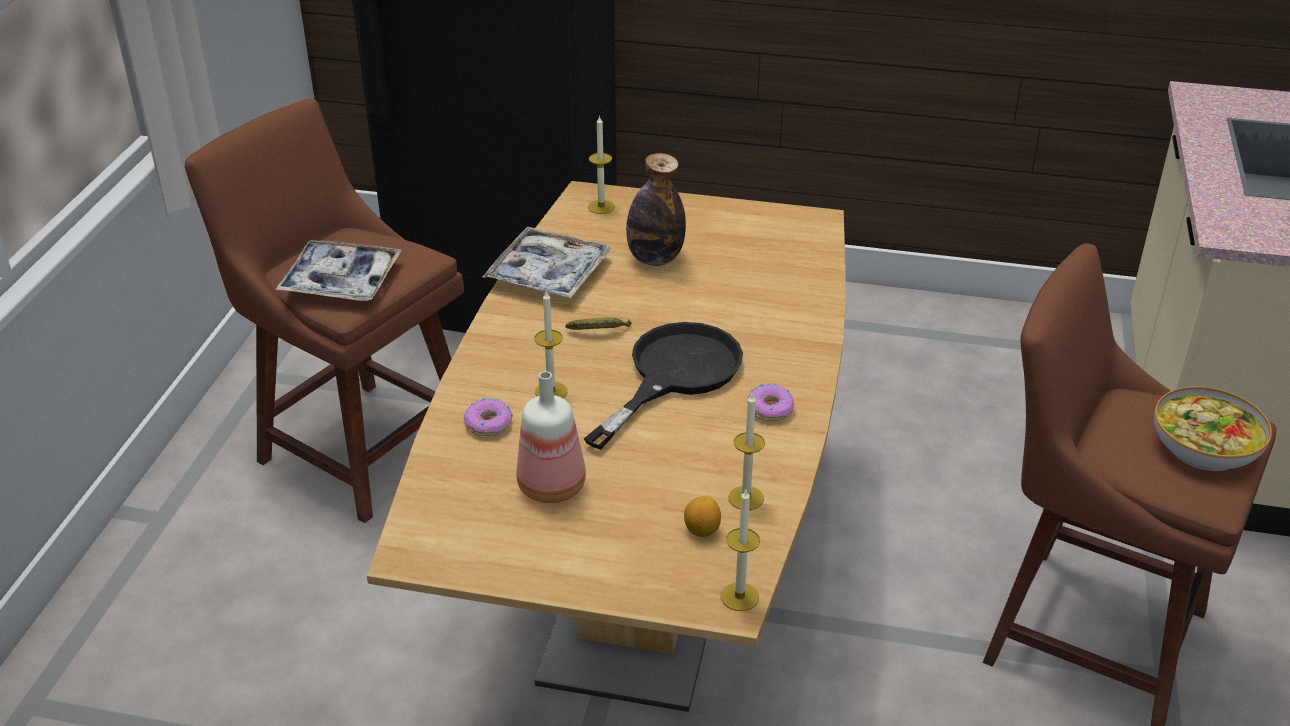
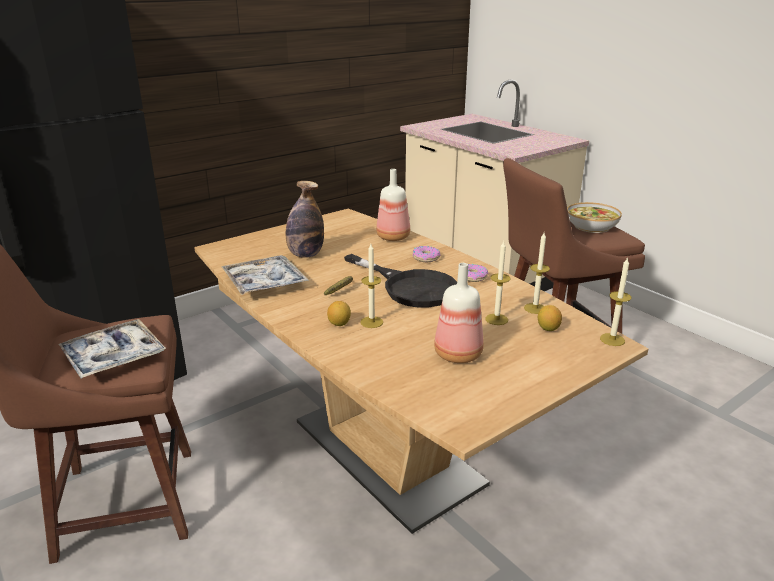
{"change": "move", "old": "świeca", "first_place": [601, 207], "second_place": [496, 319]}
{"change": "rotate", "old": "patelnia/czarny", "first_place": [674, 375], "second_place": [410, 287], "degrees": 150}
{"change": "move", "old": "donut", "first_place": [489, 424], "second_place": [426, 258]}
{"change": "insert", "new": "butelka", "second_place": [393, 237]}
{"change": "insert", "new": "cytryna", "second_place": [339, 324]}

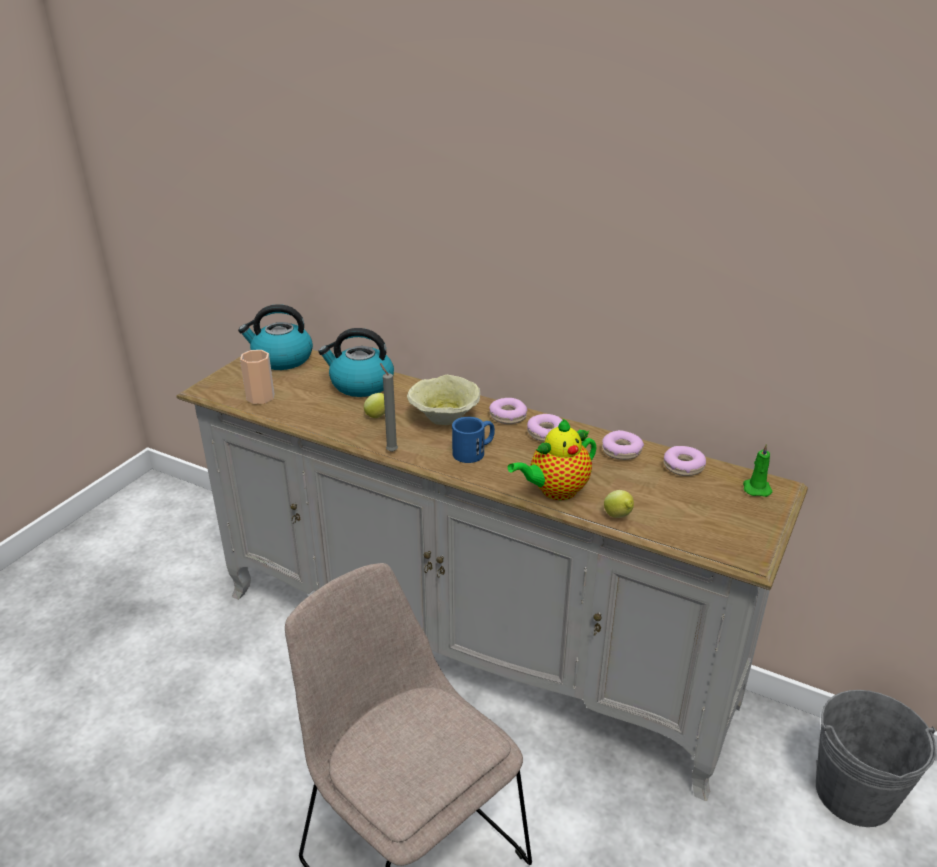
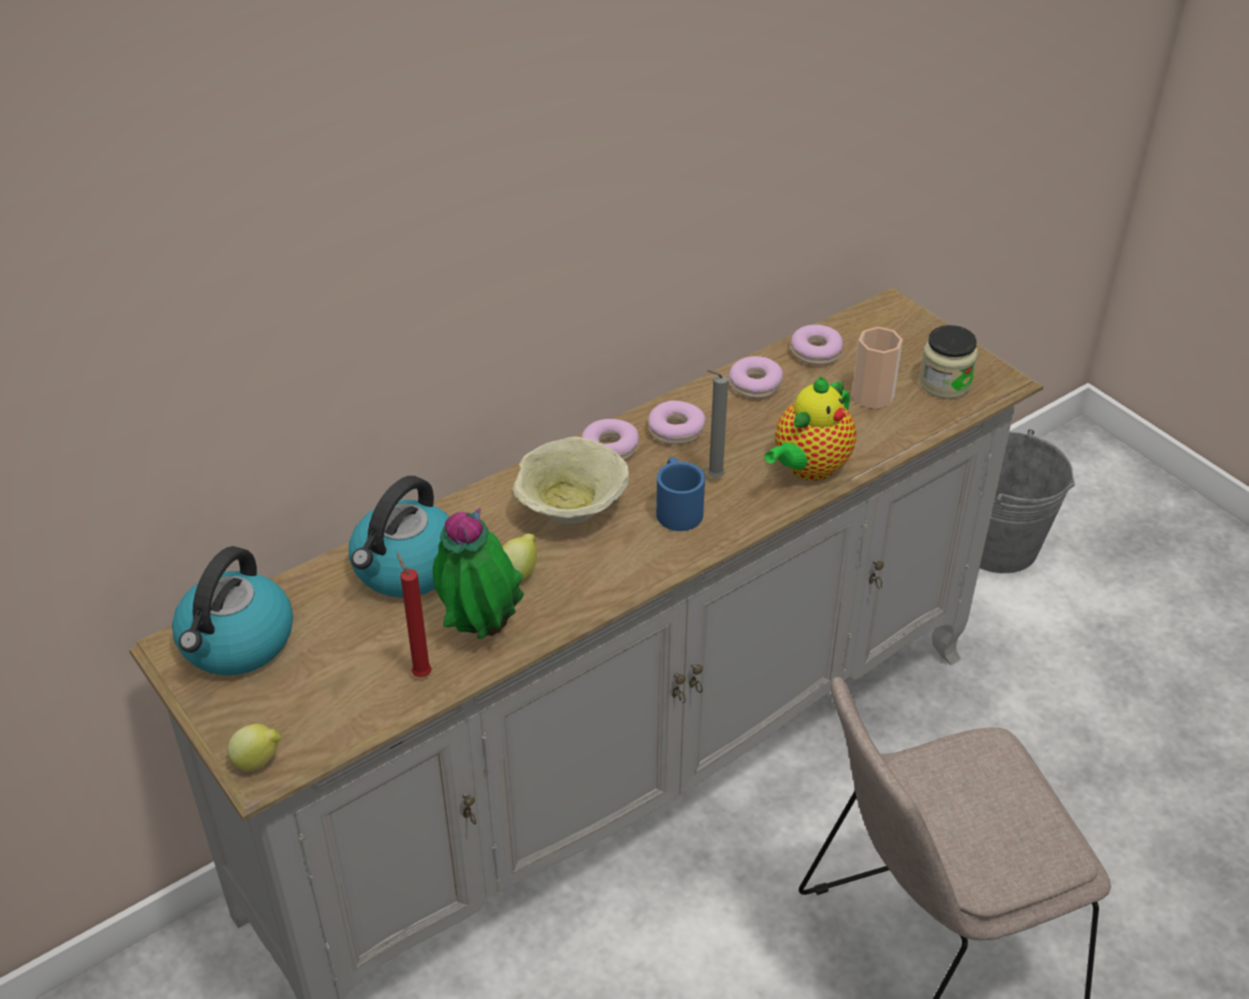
{"change": "move", "old": "filiżanka", "first_place": [260, 397], "second_place": [872, 396]}
{"change": "move", "old": "świeca/szary", "first_place": [390, 451], "second_place": [712, 478]}
{"change": "rotate", "old": "imbryk", "first_place": [555, 491], "second_place": [808, 468], "degrees": 45}
{"change": "delete", "old": "świeca/zielony", "first_place": [756, 488]}
{"change": "move", "old": "cytryna", "first_place": [618, 516], "second_place": [259, 762]}
{"change": "insert", "new": "słoik", "second_place": [945, 383]}
{"change": "insert", "new": "roślina doniczkowa", "second_place": [479, 629]}
{"change": "insert", "new": "świeca/czerwony", "second_place": [420, 673]}

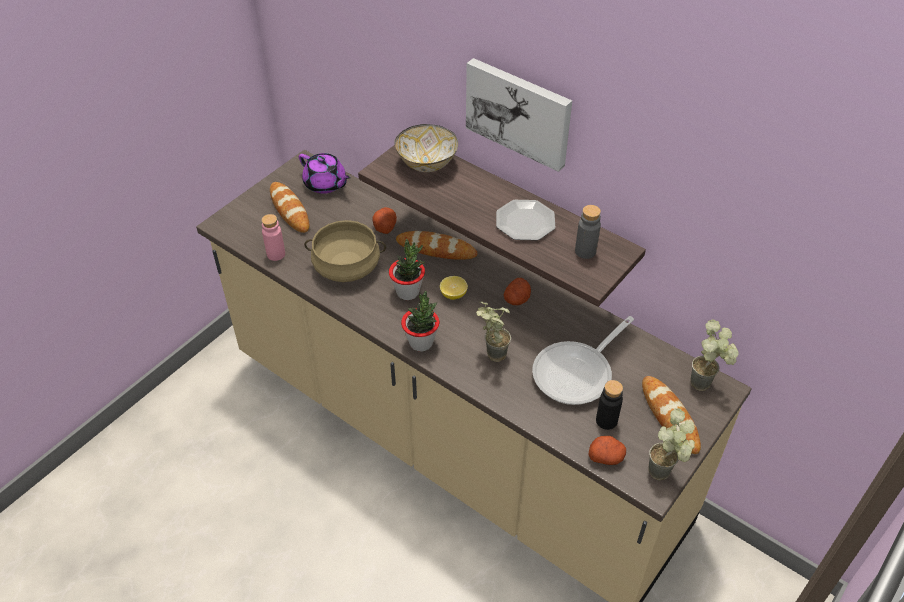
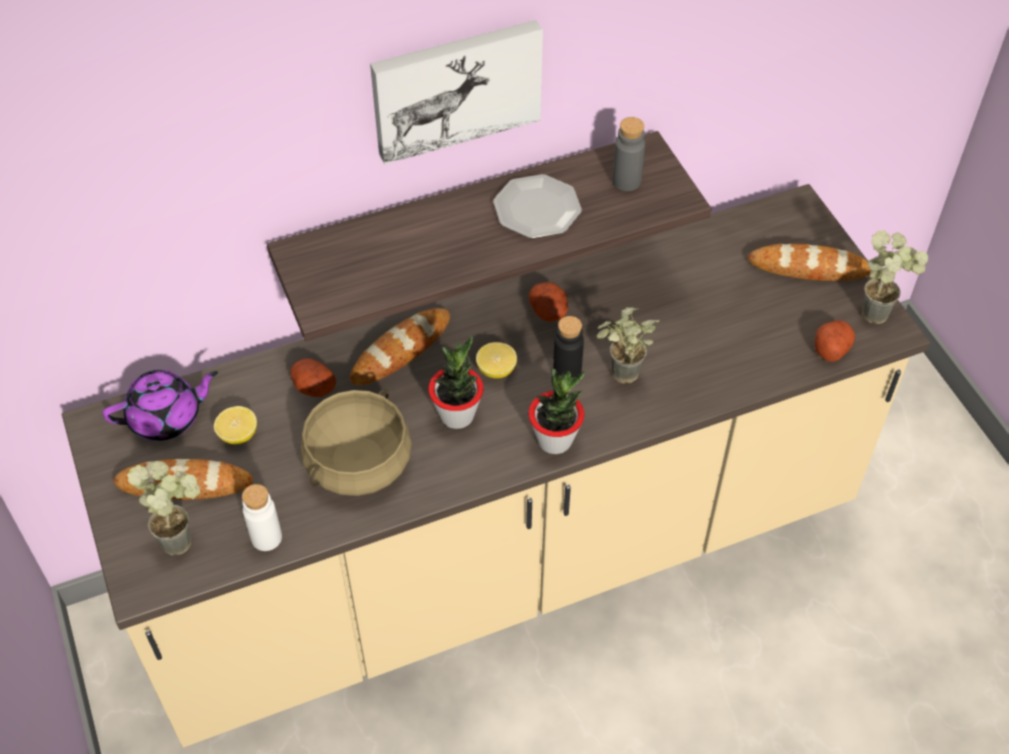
{"change": "delete", "old": "miska", "first_place": [426, 163]}
{"change": "recolor", "old": "butelka/różowy", "new": "butelka/biały", "first_place": [276, 254], "second_place": [266, 538]}
{"change": "delete", "old": "patelnia", "first_place": [577, 373]}
{"change": "move", "old": "roślina doniczkowa", "first_place": [706, 384], "second_place": [183, 536]}
{"change": "move", "old": "butelka/czarny", "first_place": [606, 420], "second_place": [567, 371]}
{"change": "insert", "new": "cytryna", "second_place": [238, 435]}

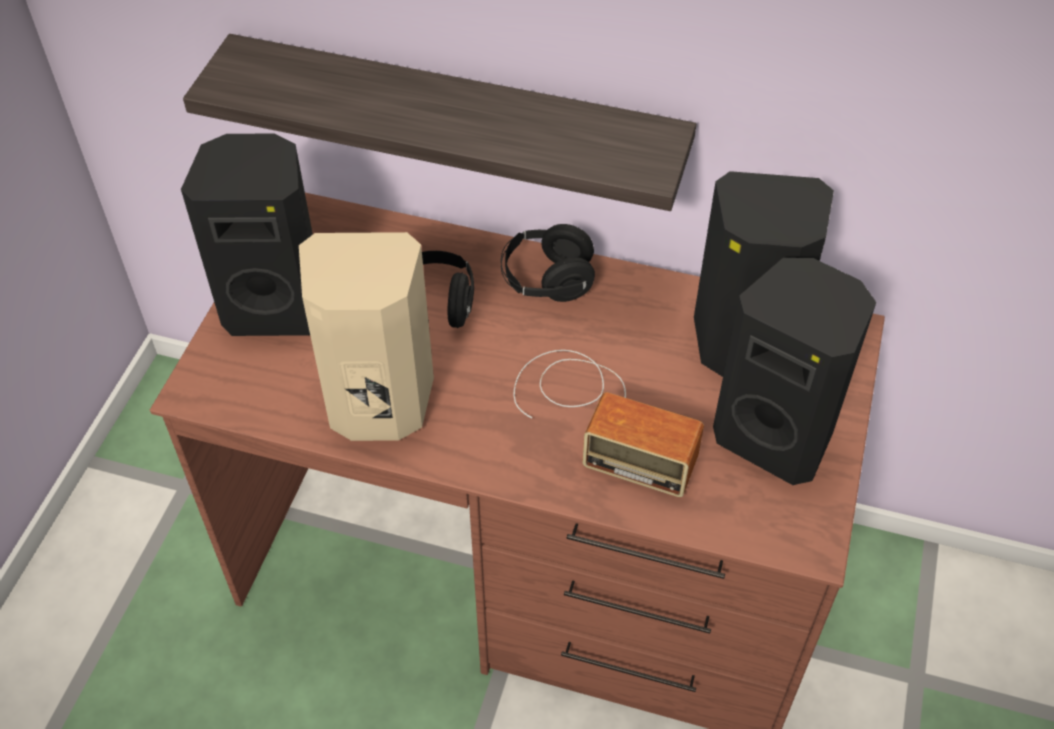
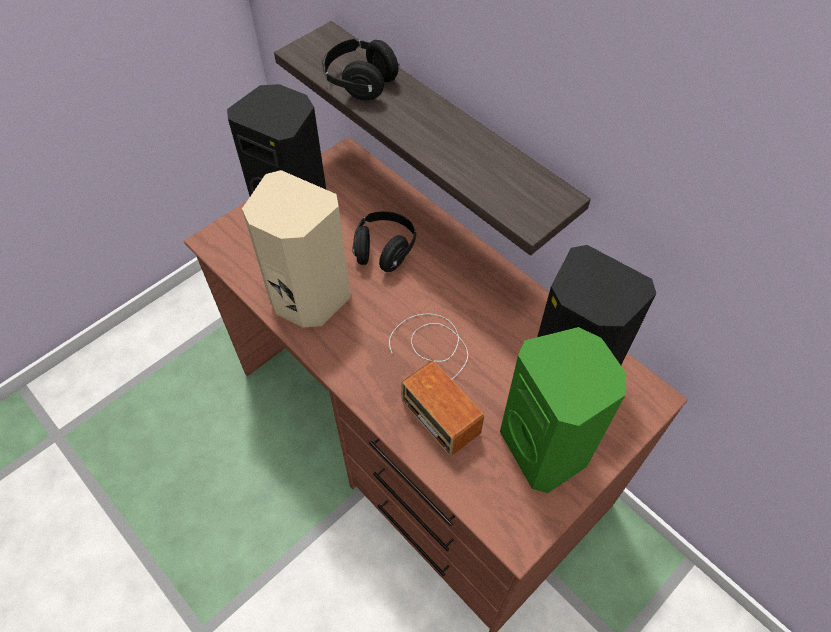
{"change": "move", "old": "słuchawki/czarny", "first_place": [547, 281], "second_place": [360, 83]}
{"change": "recolor", "old": "głośnik/czarny", "new": "głośnik/zielony", "first_place": [776, 435], "second_place": [546, 447]}

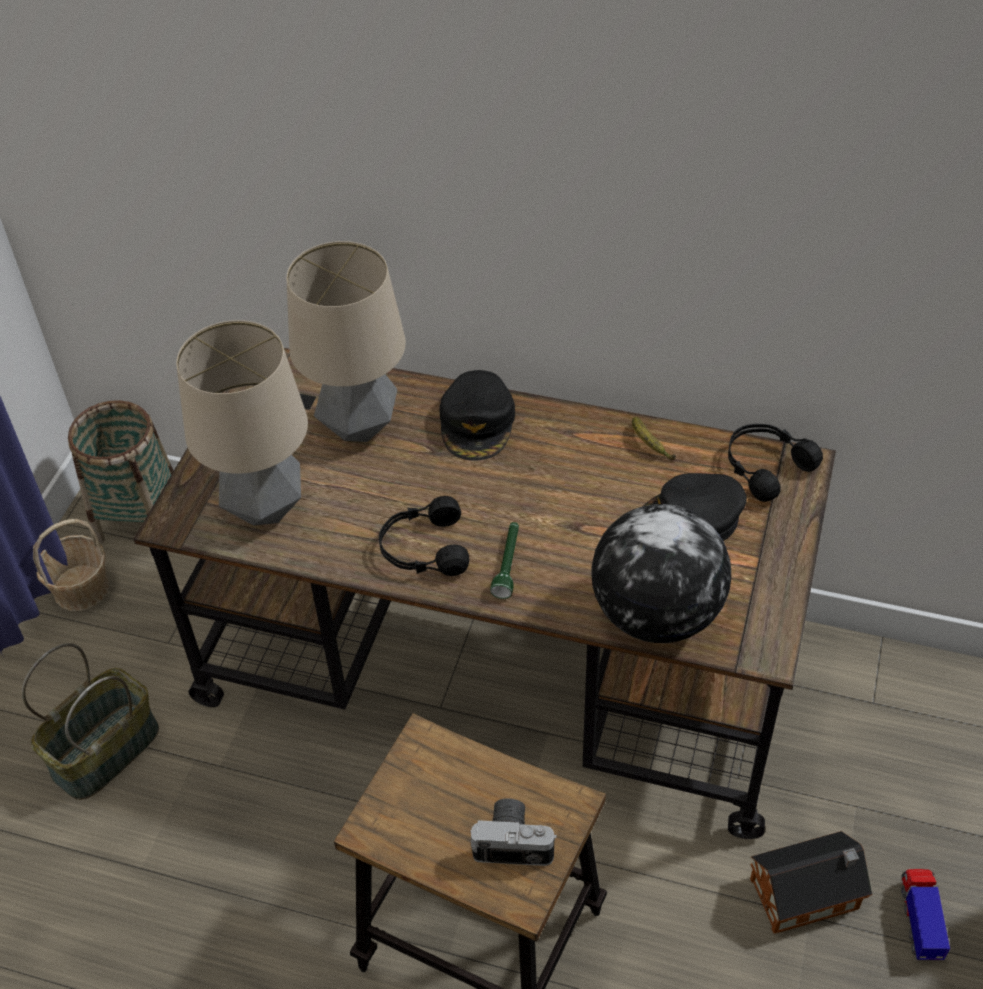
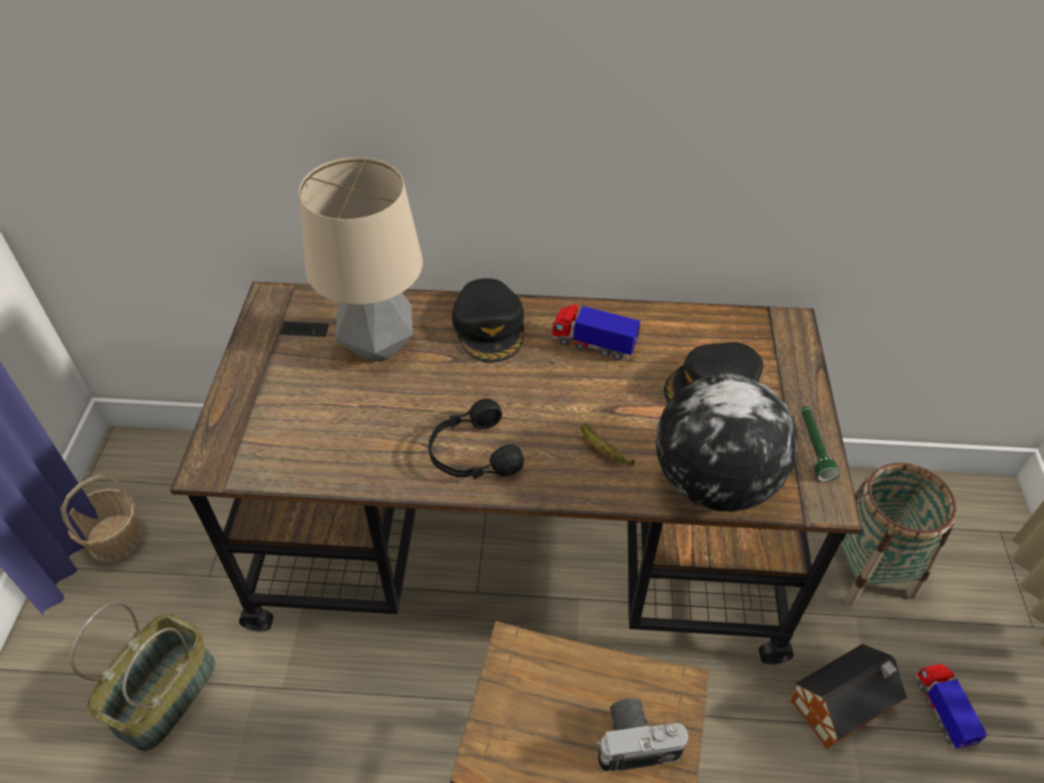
{"change": "delete", "old": "lampa stołowa", "first_place": [266, 508]}
{"change": "move", "old": "koszyk", "first_place": [139, 517], "second_place": [868, 569]}
{"change": "move", "old": "banan", "first_place": [649, 444], "second_place": [603, 451]}
{"change": "delete", "old": "słuchawki/czarny", "first_place": [765, 467]}
{"change": "move", "old": "latarka/zielony", "first_place": [508, 564], "second_place": [813, 447]}
{"change": "insert", "new": "ciężarówka zabawkowa", "second_place": [592, 345]}

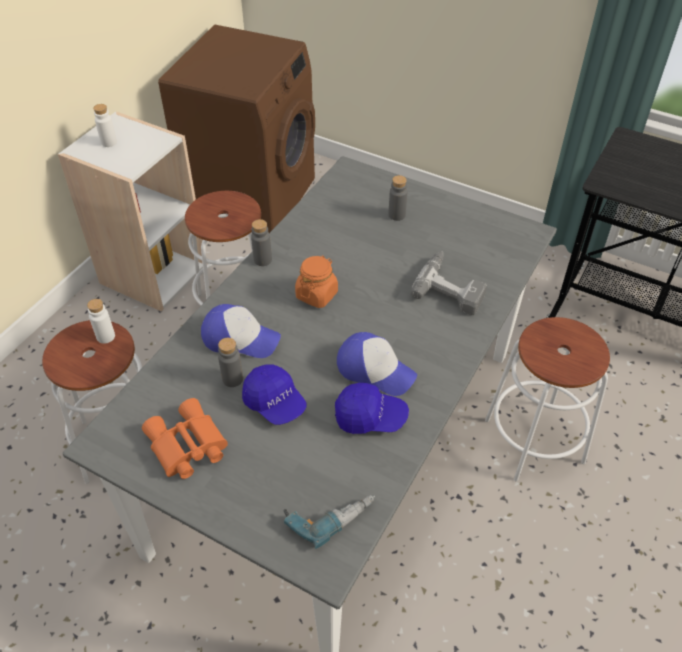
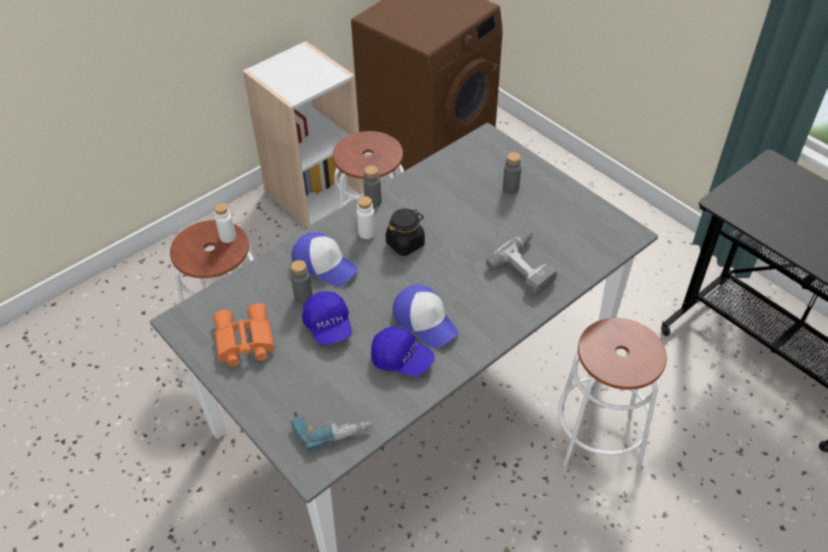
{"change": "move", "old": "butelka/biały", "first_place": [109, 142], "second_place": [366, 233]}
{"change": "recolor", "old": "słoik/pomarańczowy", "new": "słoik/czarny", "first_place": [317, 294], "second_place": [405, 243]}

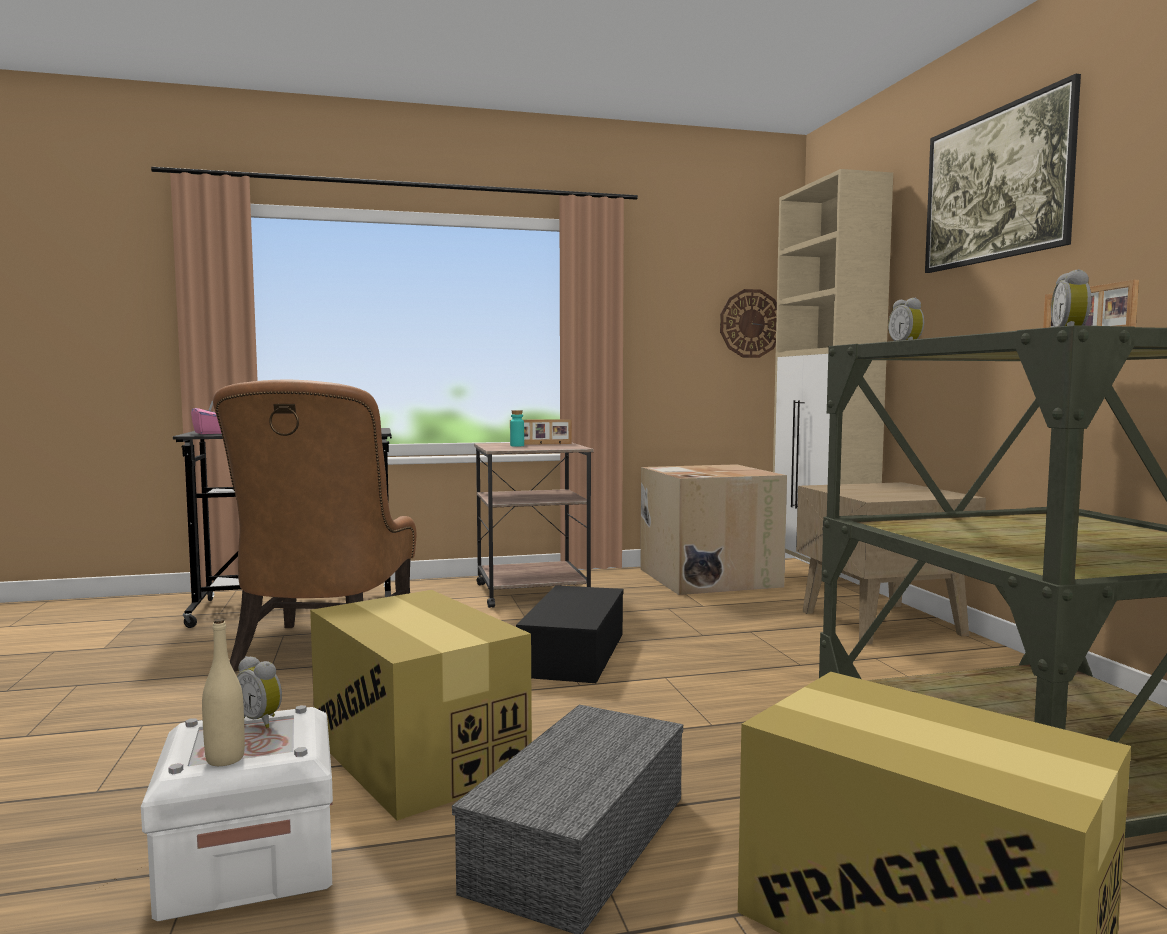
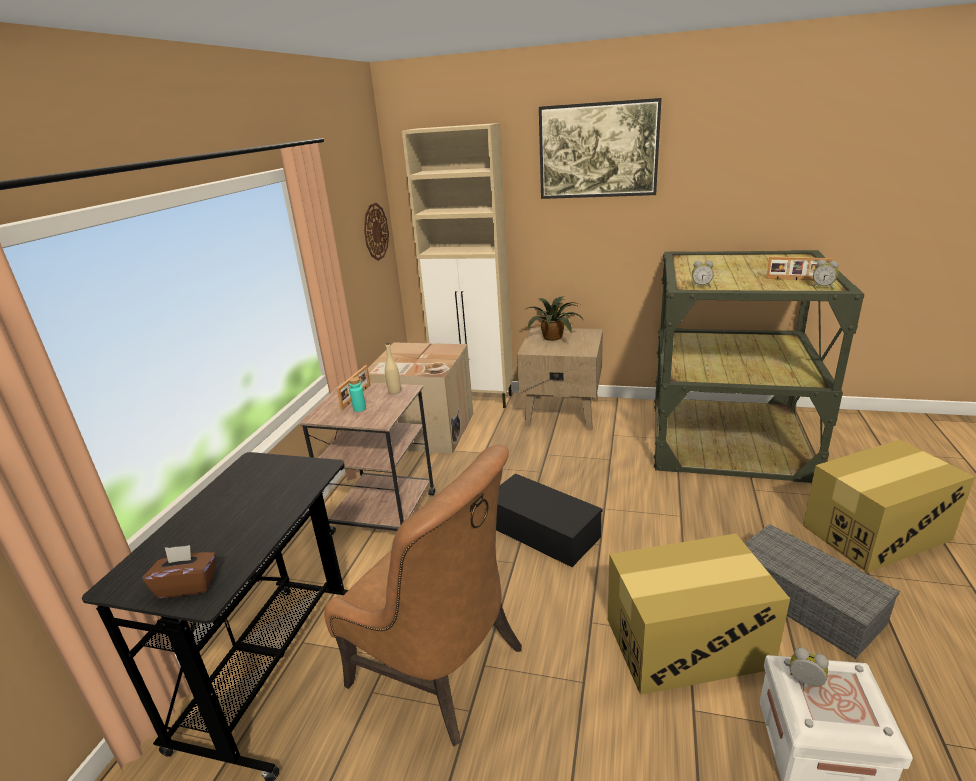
{"change": "recolor", "old": "pudełko chusteczek/różowy", "new": "pudełko chusteczek/brązowy", "first_place": [209, 433], "second_place": [188, 585]}
{"change": "move", "old": "butelka/beżowy", "first_place": [225, 759], "second_place": [394, 391]}
{"change": "rotate", "old": "budzik", "first_place": [262, 720], "second_place": [804, 684], "degrees": -120}
{"change": "insert", "new": "roślina doniczkowa", "second_place": [554, 338]}

